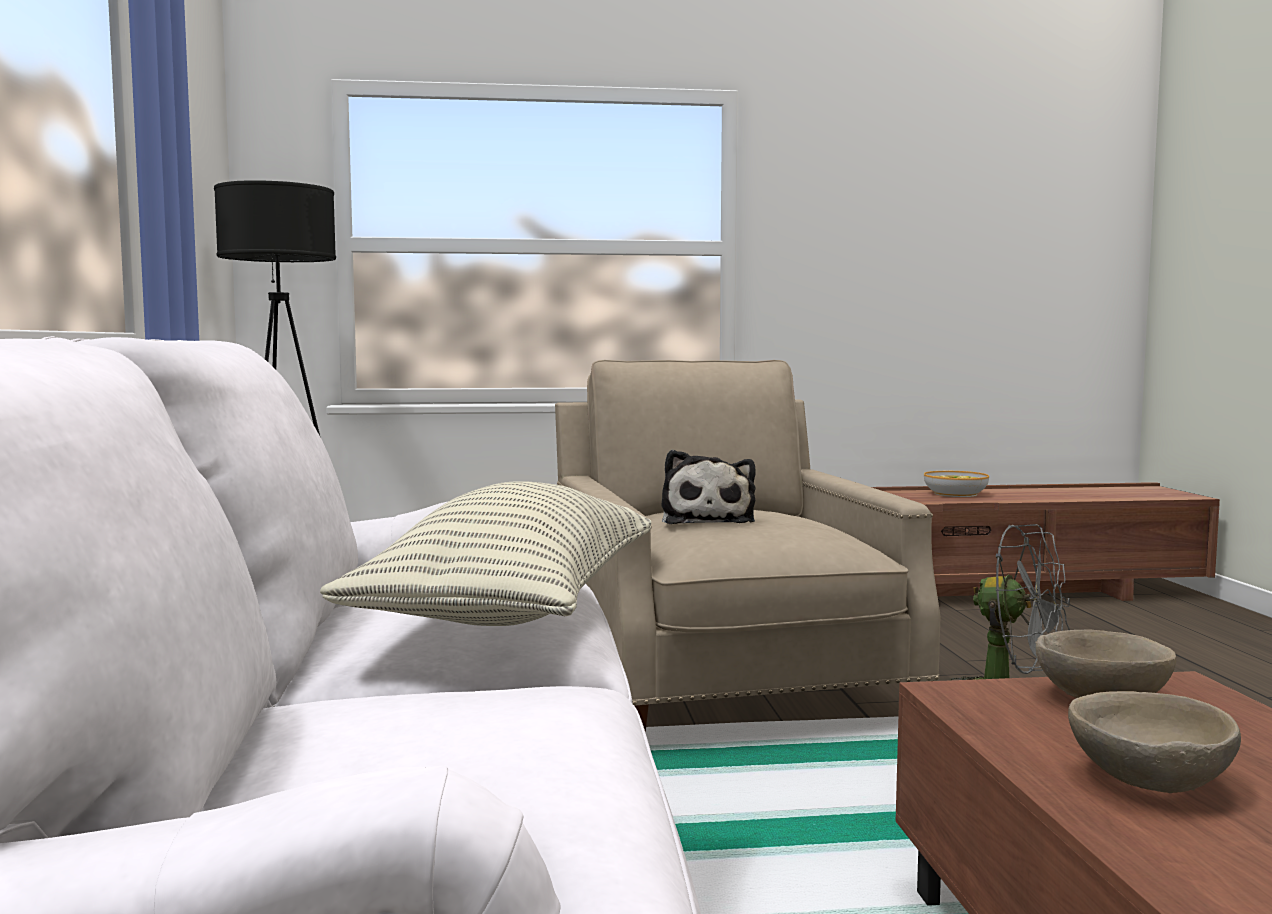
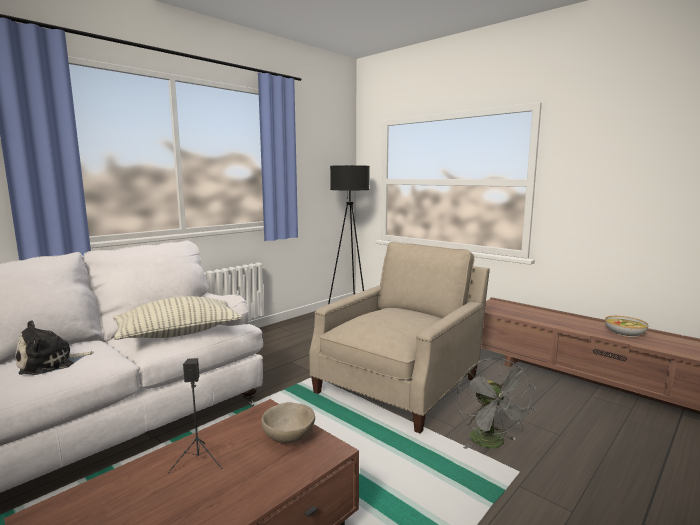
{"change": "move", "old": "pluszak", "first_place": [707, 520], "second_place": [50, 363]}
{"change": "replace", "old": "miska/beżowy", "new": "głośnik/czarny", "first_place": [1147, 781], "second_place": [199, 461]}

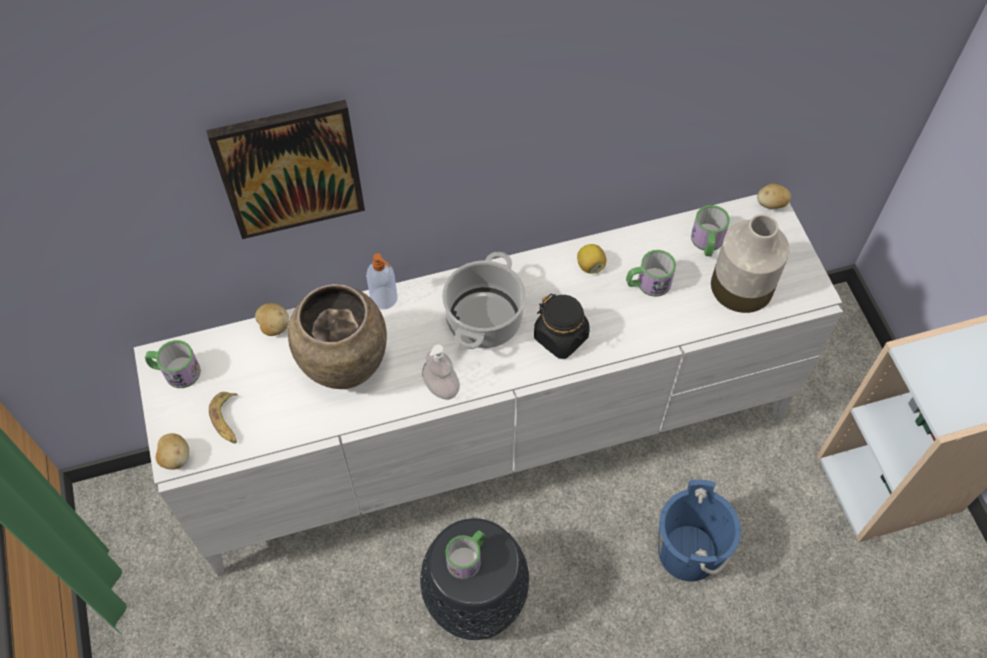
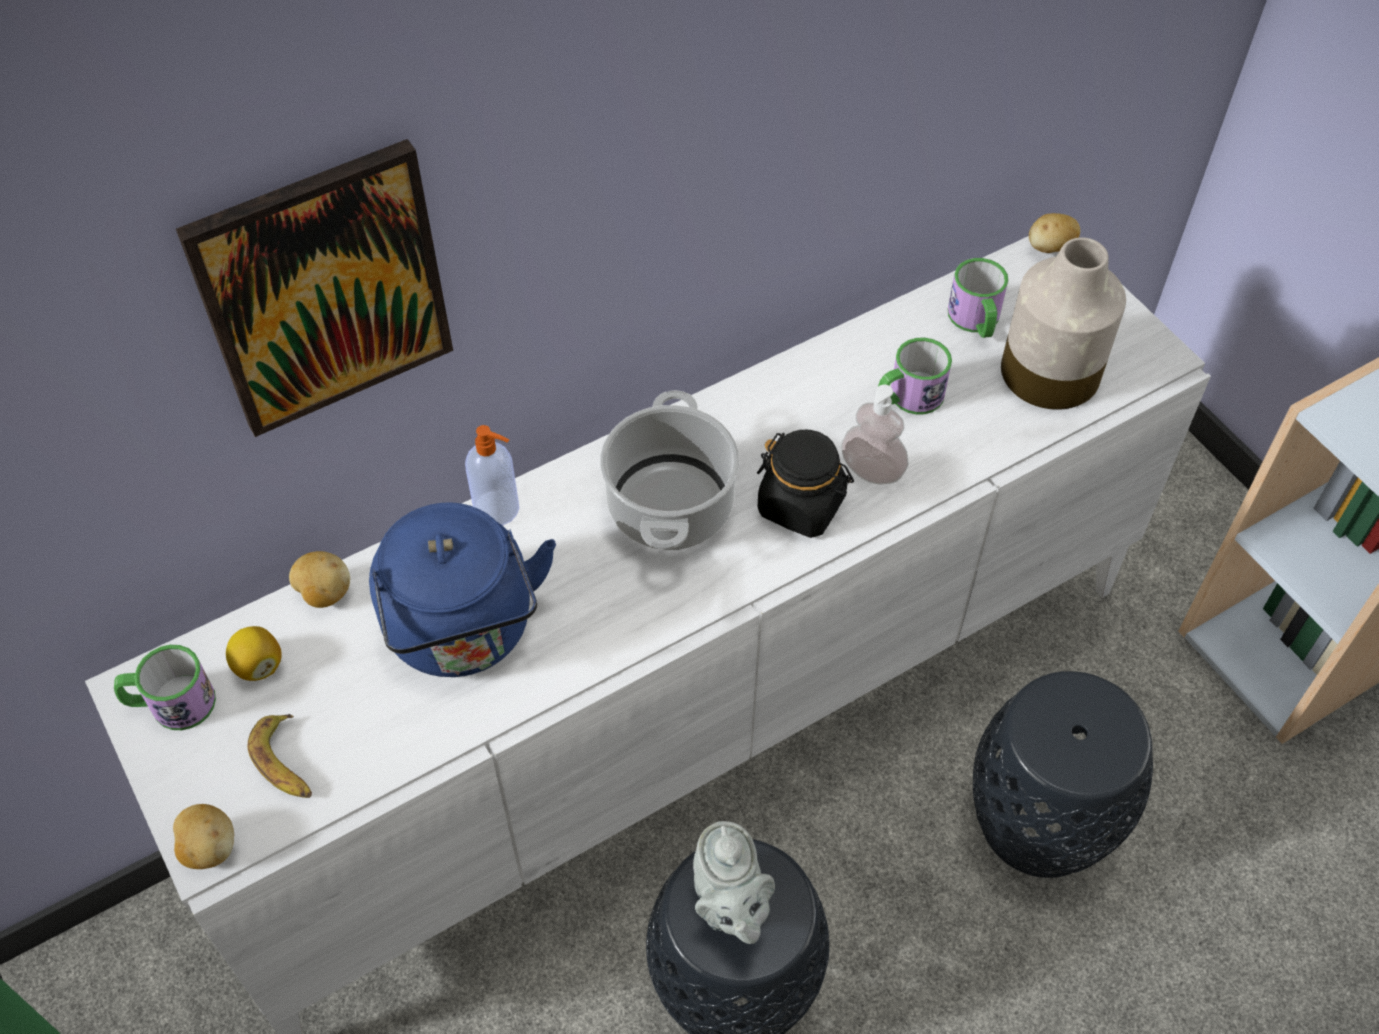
{"change": "move", "old": "cytryna", "first_place": [590, 266], "second_place": [258, 665]}
{"change": "replace", "old": "wazon/brązowy", "new": "czajnik/niebieski", "first_place": [344, 369], "second_place": [464, 633]}
{"change": "move", "old": "dozownik mydła", "first_place": [441, 386], "second_place": [872, 470]}
{"change": "replace", "old": "wiadro/niebieski", "new": "stołek/czarny", "first_place": [688, 552], "second_place": [1039, 821]}
{"change": "replace", "old": "kubek", "new": "imbryk/szary", "first_place": [468, 557], "second_place": [729, 906]}

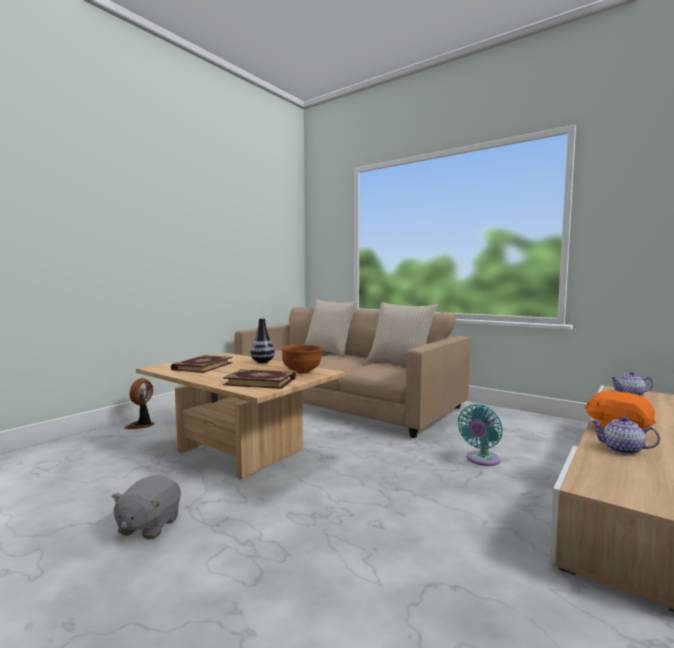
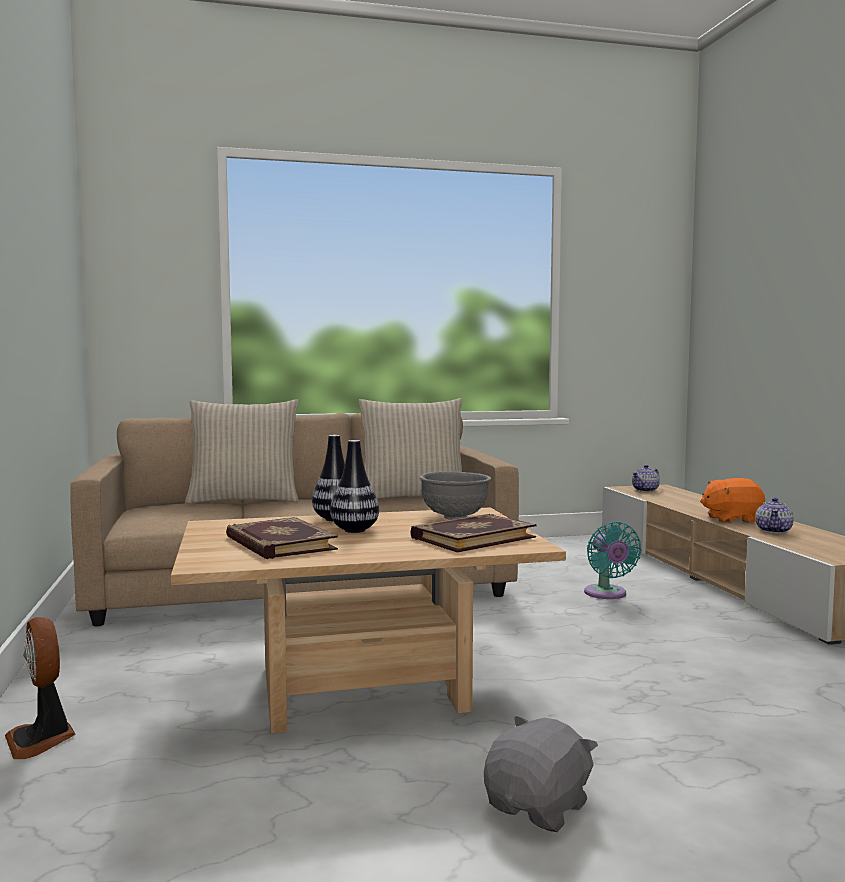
{"change": "recolor", "old": "miska/brązowy", "new": "miska/szary", "first_place": [302, 372], "second_place": [455, 518]}
{"change": "rotate", "old": "imbryk", "first_place": [623, 450], "second_place": [774, 531], "degrees": -45}
{"change": "rotate", "old": "pluszak/szary", "first_place": [148, 526], "second_place": [539, 807], "degrees": -105}
{"change": "insert", "new": "wazon", "second_place": [354, 530]}

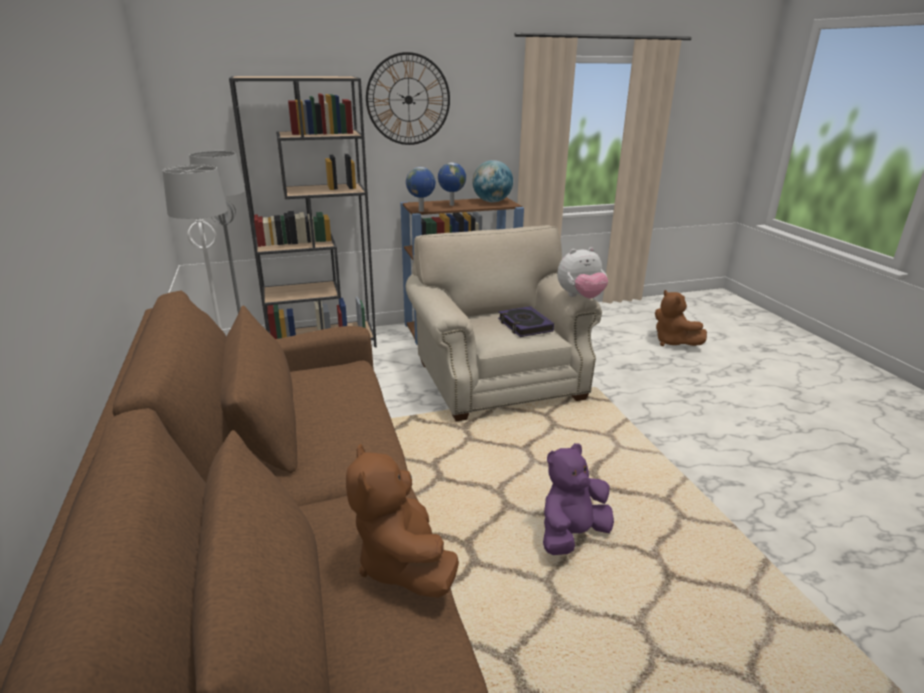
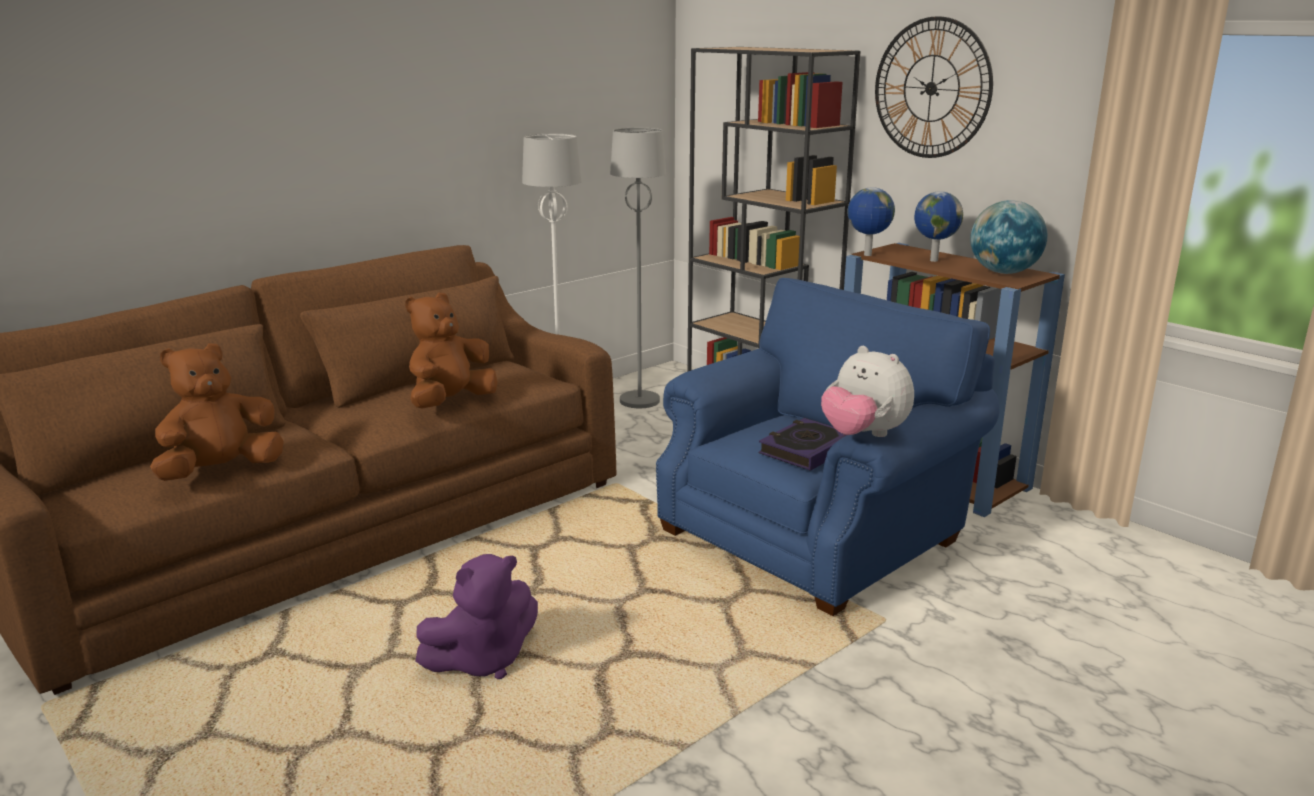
{"change": "recolor", "old": "fotel/beżowy", "new": "fotel/niebieski", "first_place": [497, 377], "second_place": [815, 532]}
{"change": "move", "old": "pluszak/brązowy", "first_place": [673, 342], "second_place": [451, 402]}
{"change": "rotate", "old": "pluszak/fioletowy", "first_place": [571, 534], "second_place": [483, 660], "degrees": 120}

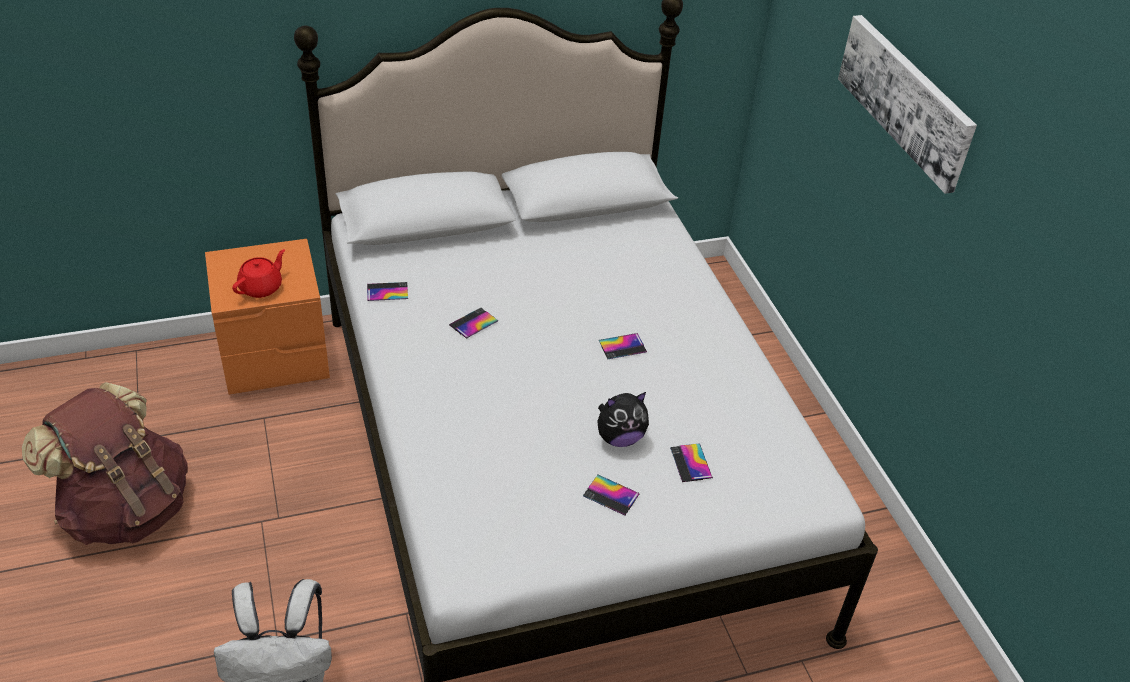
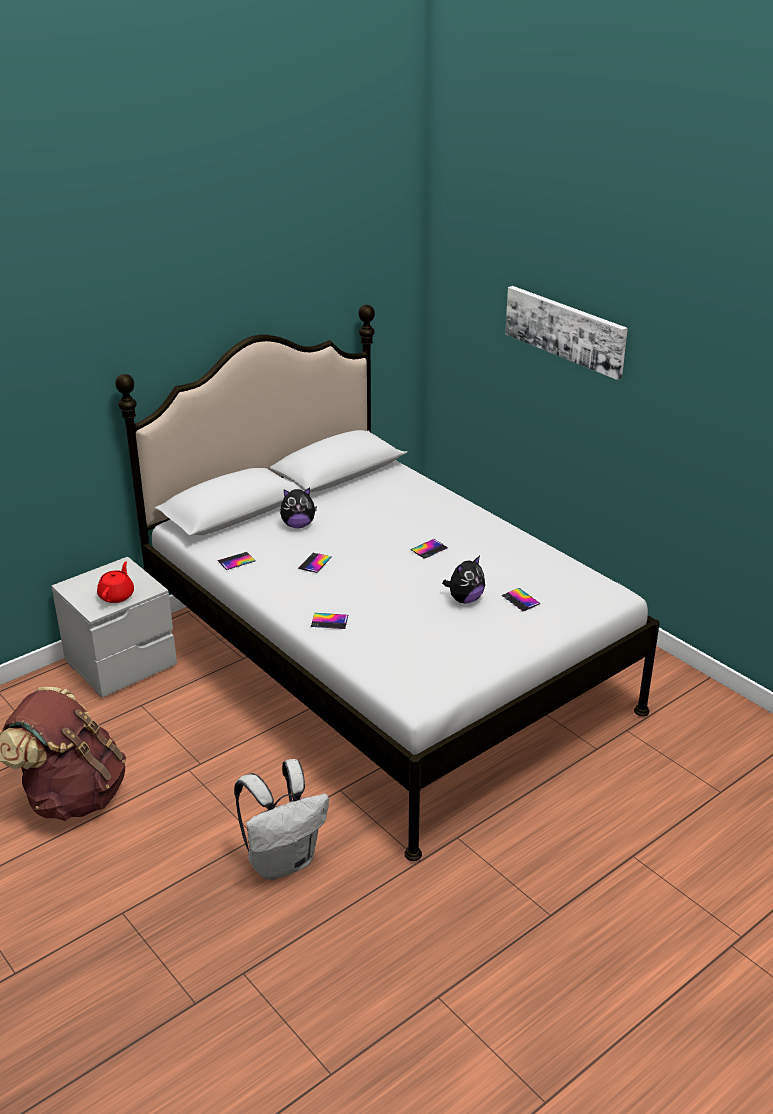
{"change": "recolor", "old": "szafka nocna/pomarańczowy", "new": "szafka nocna/biały", "first_place": [274, 356], "second_place": [120, 663]}
{"change": "move", "old": "telefon", "first_place": [611, 495], "second_place": [329, 621]}
{"change": "insert", "new": "pluszak", "second_place": [298, 525]}

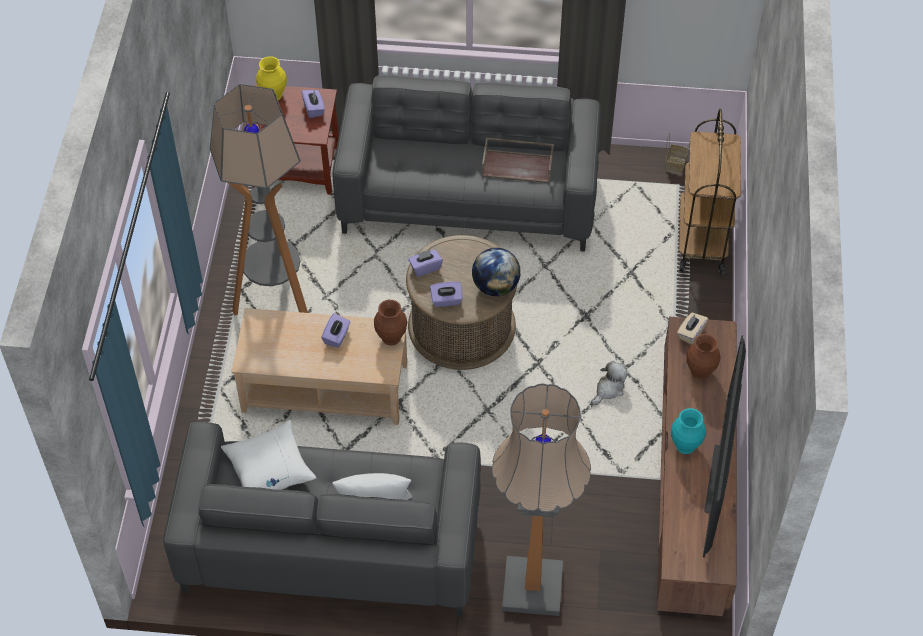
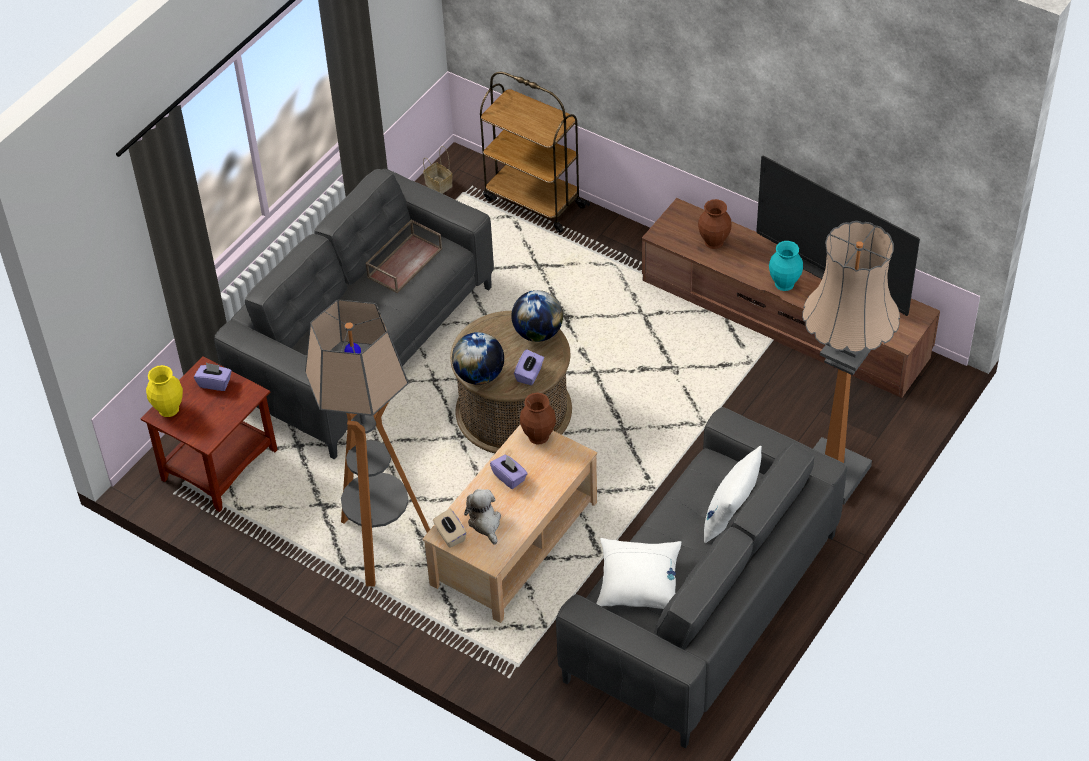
{"change": "replace", "old": "pudełko chusteczek/fioletowy", "new": "globus", "first_place": [425, 268], "second_place": [479, 375]}
{"change": "move", "old": "pudełko chusteczek/beżowy", "first_place": [691, 333], "second_place": [450, 535]}
{"change": "move", "old": "pluszak", "first_place": [609, 389], "second_place": [485, 523]}

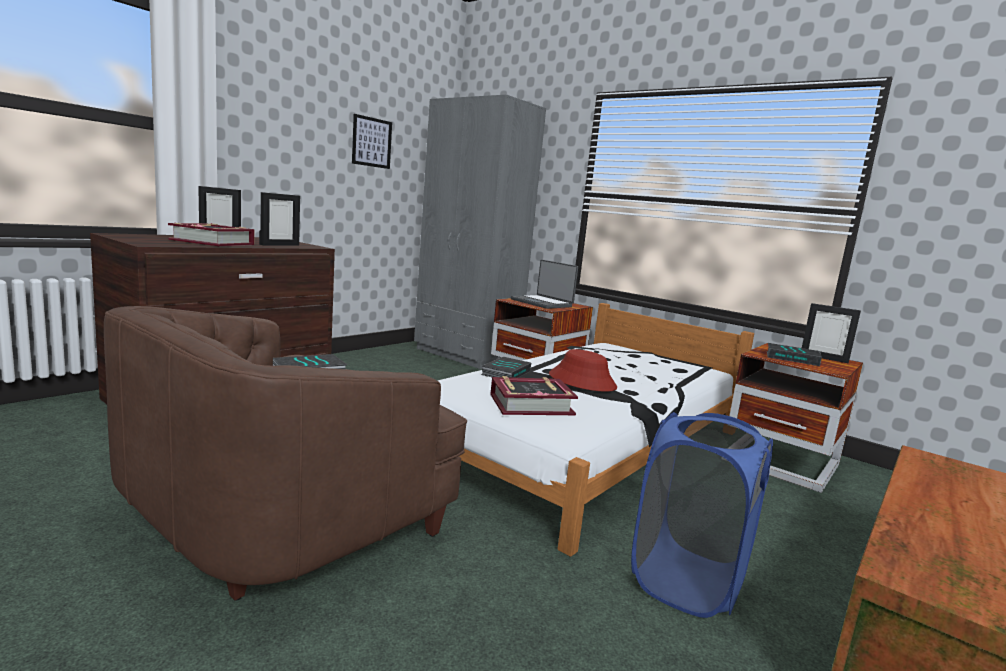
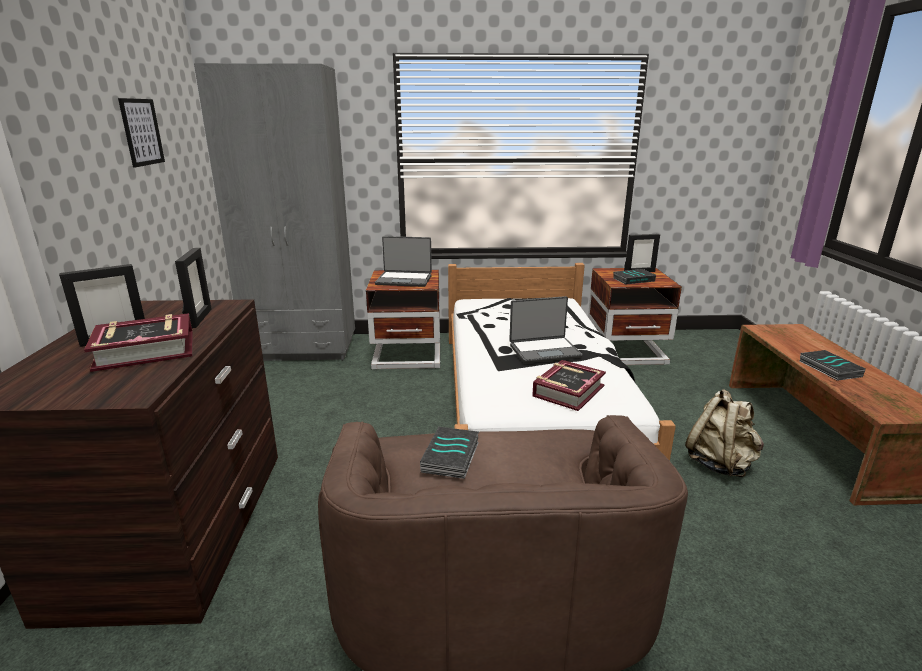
{"change": "replace", "old": "kapelusz/czerwony", "new": "laptop", "first_place": [582, 381], "second_place": [544, 350]}
{"change": "move", "old": "książka", "first_place": [505, 372], "second_place": [828, 368]}
{"change": "replace", "old": "kosz na pranie/niebieski", "new": "plecak/beżowy", "first_place": [687, 581], "second_place": [720, 464]}

